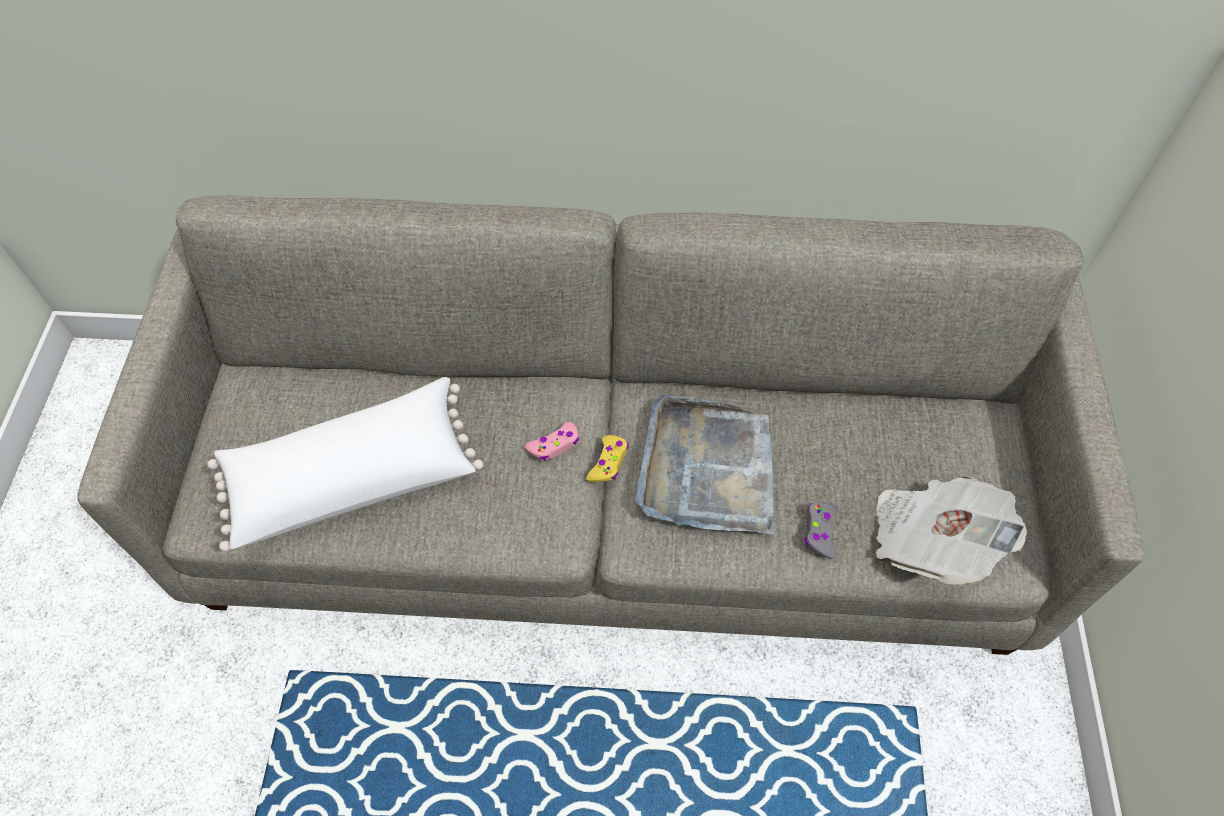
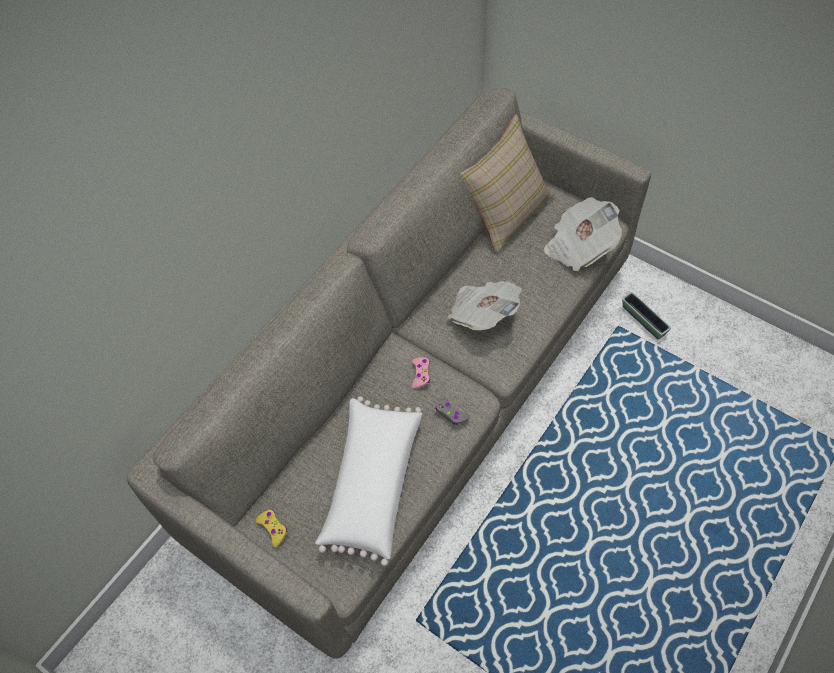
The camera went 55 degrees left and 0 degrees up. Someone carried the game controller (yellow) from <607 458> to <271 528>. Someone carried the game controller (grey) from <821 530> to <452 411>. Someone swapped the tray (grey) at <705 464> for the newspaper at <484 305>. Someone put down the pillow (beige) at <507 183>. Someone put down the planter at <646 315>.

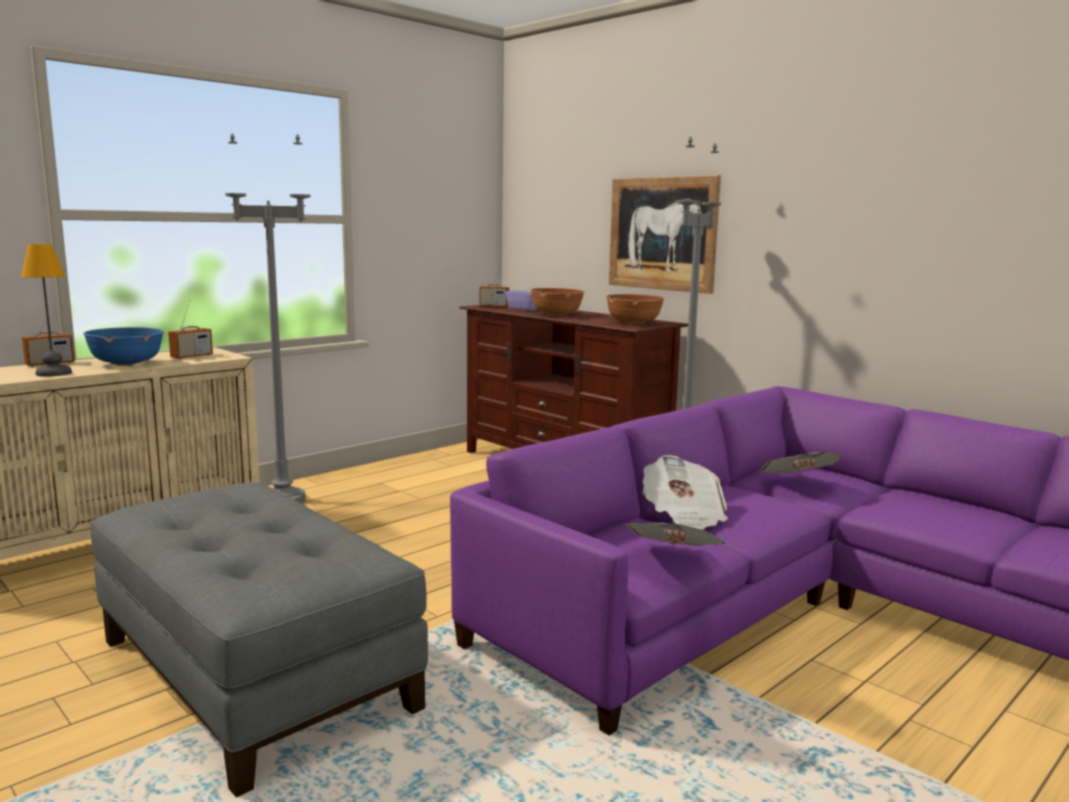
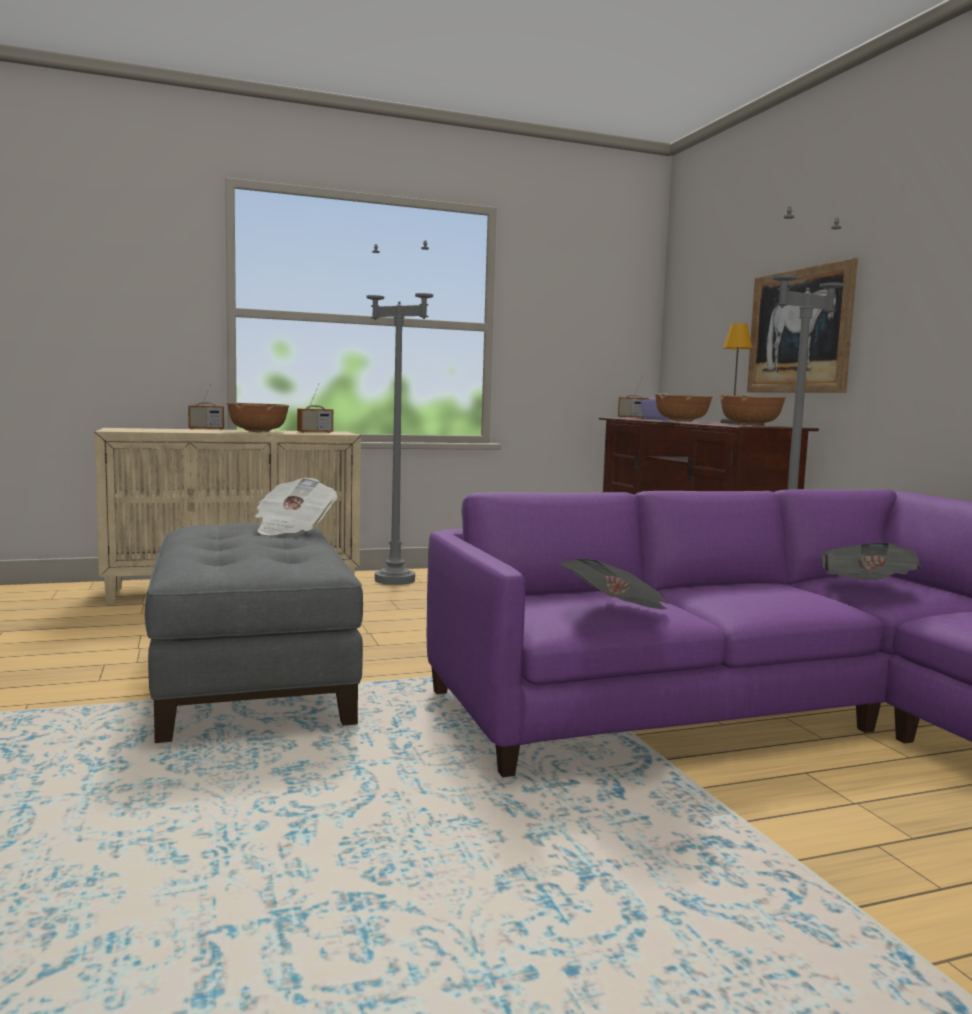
The camera went 25 degrees right and 5 degrees down. Someone repainted the bowl (blue) at <123 346>, which became the bowl (brown) at <258 417>. Someone carried the newspaper from <685 492> to <296 506>. Someone carried the table lamp from <46 310> to <736 373>.

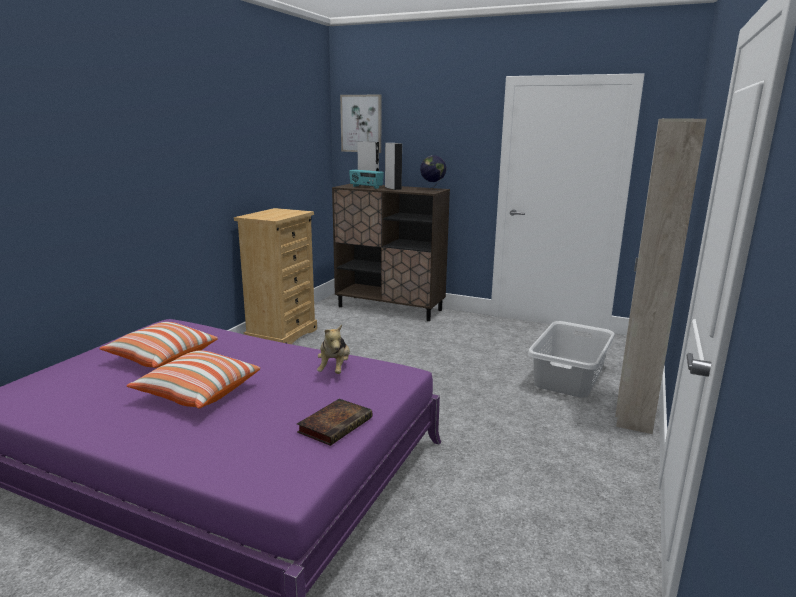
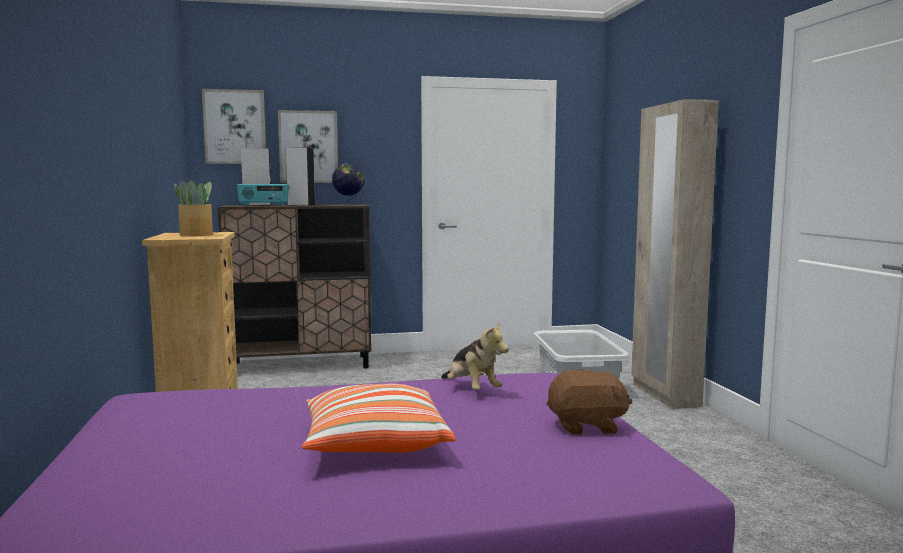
The camera went 35 degrees left and 10 degrees down. Someone put down the potted plant at <193 208>. Someone put up the picture at <308 146>. Someone swapped the book at <334 422> for the plush toy (brown) at <589 402>. Someone took away the pillow at <158 345>.

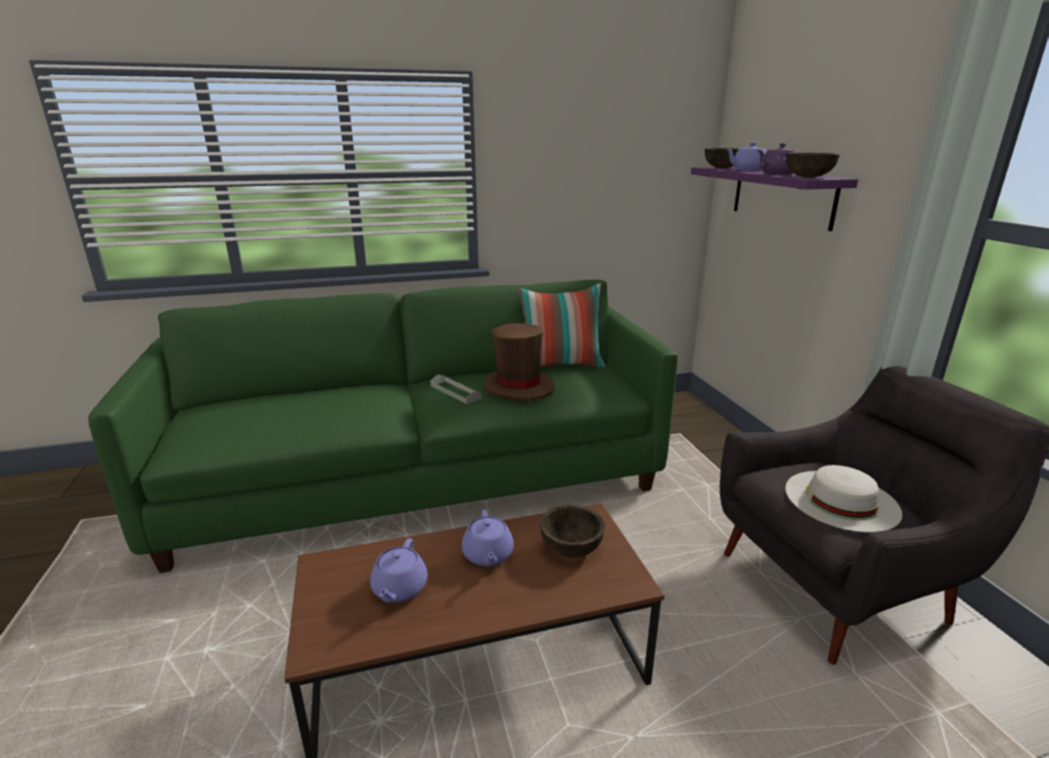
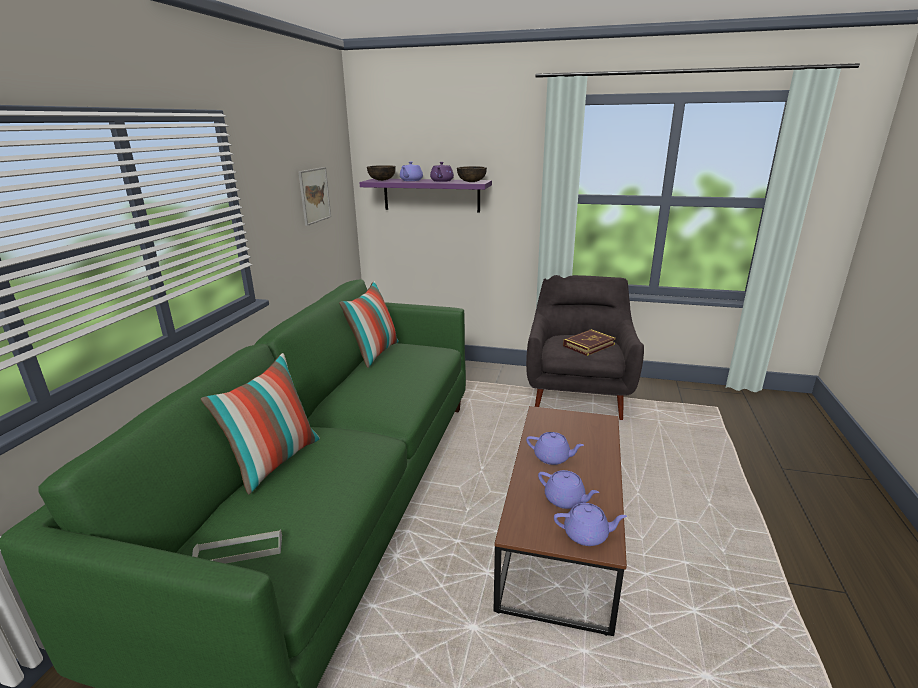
The camera went 60 degrees left and 0 degrees up. Someone carried the tray (grey) from <455 389> to <237 546>. Someone put down the pillow at <260 424>. Someone put up the picture at <314 196>. Someone put down the teapot (purple) at <590 524>. Someone swapped the hat (white) at <843 498> for the book at <589 342>. Someone took away the hat (brown) at <519 362>. Someone took away the bowl (brown) at <572 531>.

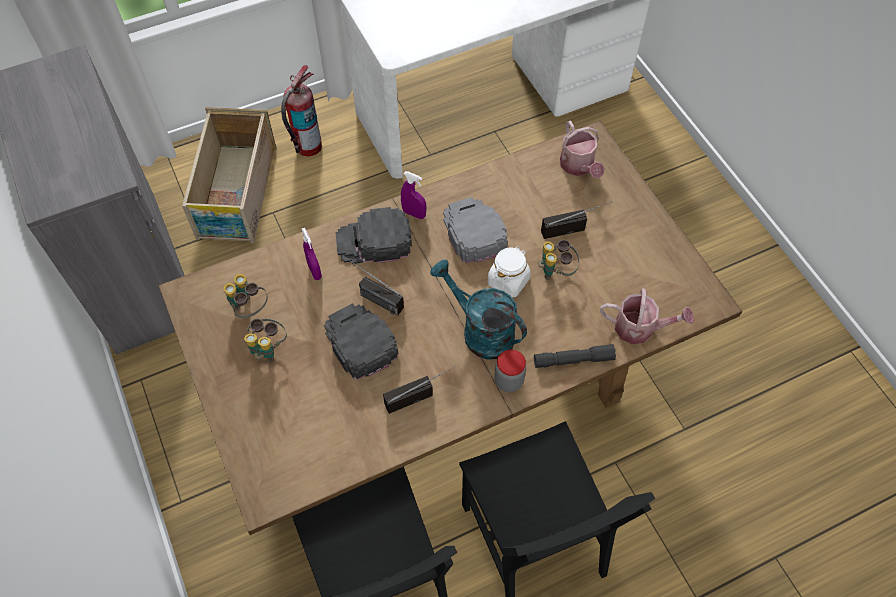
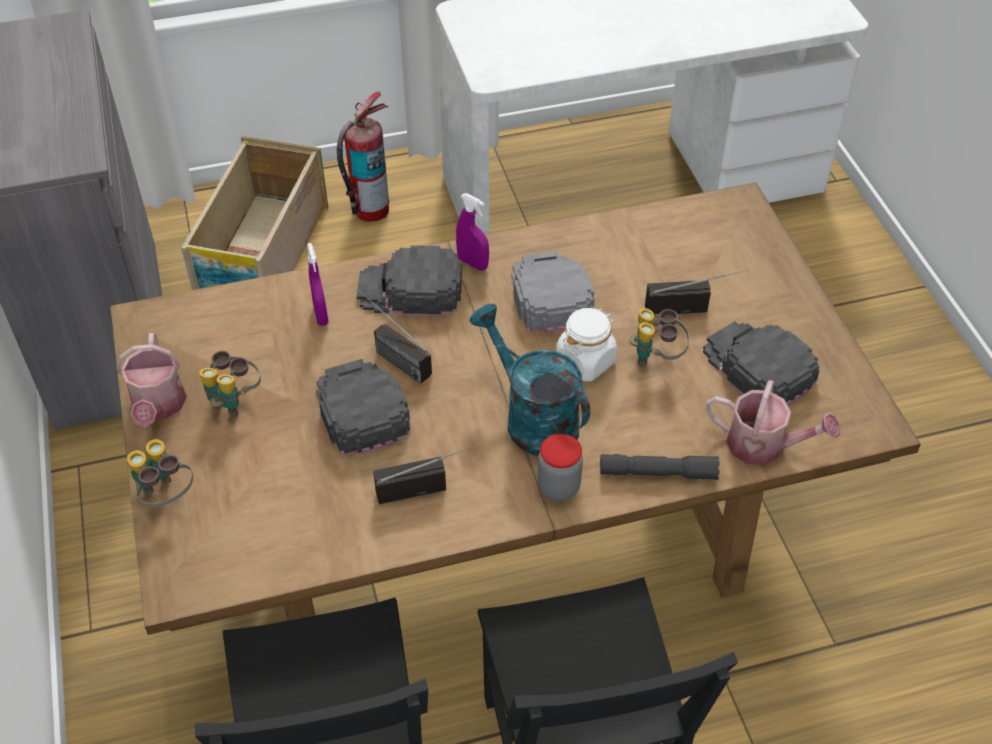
The camera went 10 degrees right and 10 degrees down. Someone carried the watering can from <582 150> to <152 380>. Someone carried the binoculars from <245 296> to <160 473>. Someone put down the cap (black) at <761 363>.

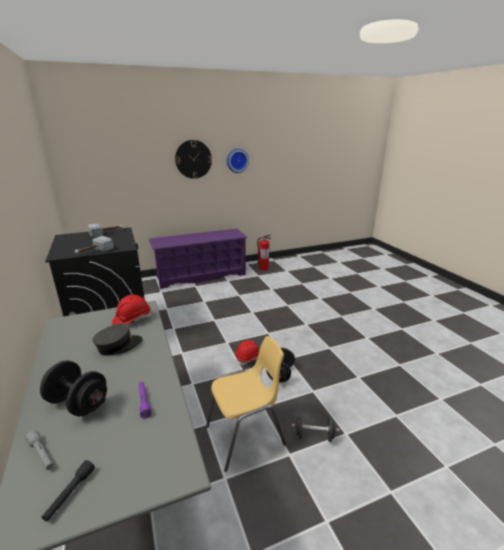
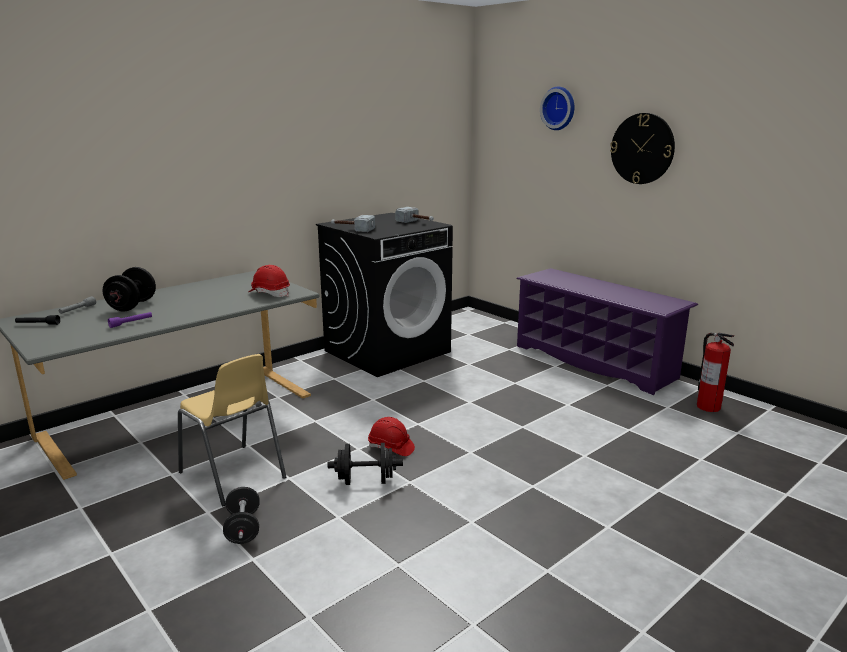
The camera went 70 degrees right and 5 degrees down. Someone carried the wall clock from <238 161> to <557 108>. Someone took away the cap (grey) at <118 339>.

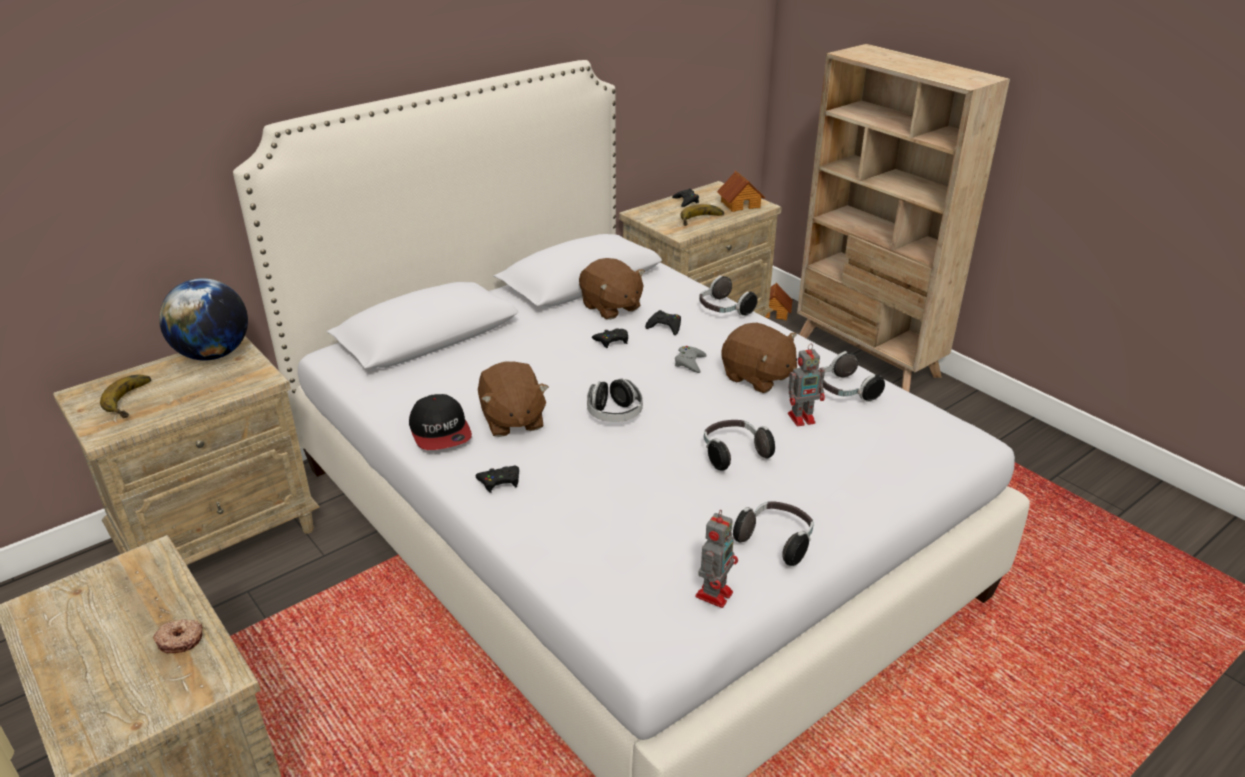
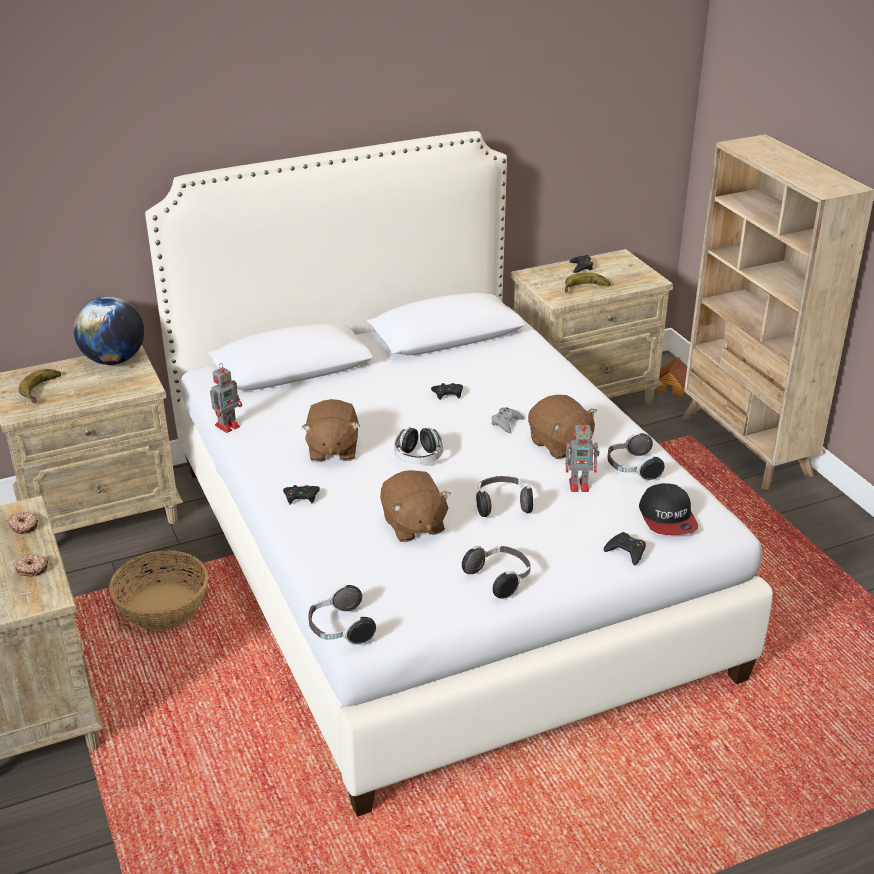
The camera went 15 degrees right and 0 degrees up. Someone put down the donut at <23 522>. Someone put down the basket at <158 590>. Someone carried the toy robot from <716 559> to <226 398>. Someone carried the headphones from <728 296> to <342 614>. Someone carried the plush toy (brown) from <612 289> to <415 506>. Someone carried the game controller (black) from <663 322> to <625 548>. Someone carried the cap from <440 422> to <668 509>. Someone took away the toy house at <741 191>.

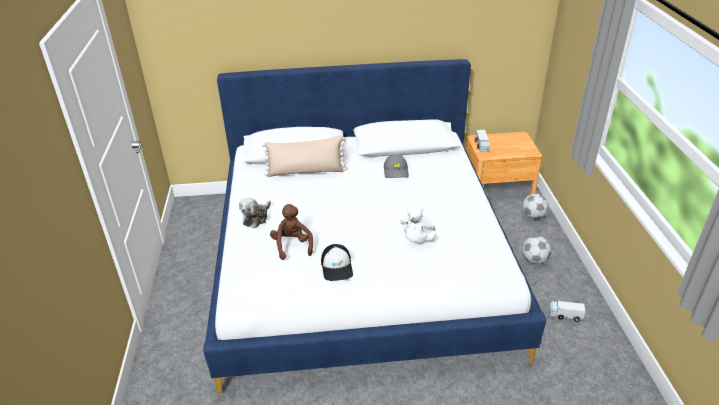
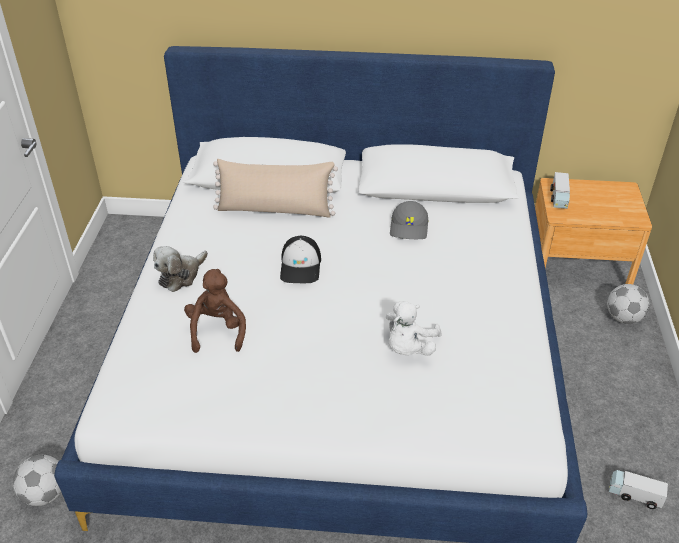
The camera went 10 degrees right and 5 degrees up. Someone carried the football from <536 250> to <37 480>. Someone carried the cap from <337 262> to <300 259>.

